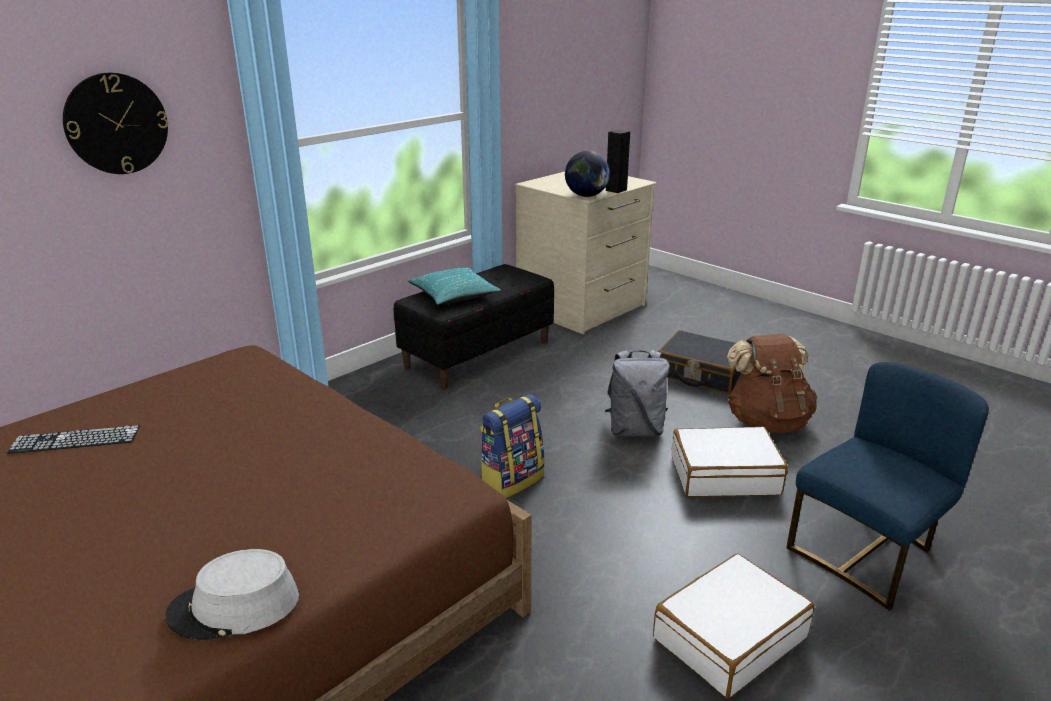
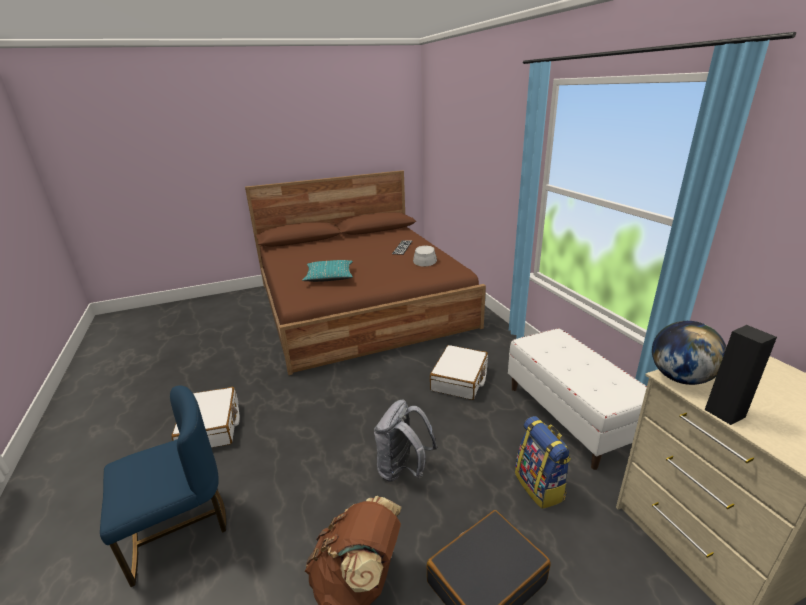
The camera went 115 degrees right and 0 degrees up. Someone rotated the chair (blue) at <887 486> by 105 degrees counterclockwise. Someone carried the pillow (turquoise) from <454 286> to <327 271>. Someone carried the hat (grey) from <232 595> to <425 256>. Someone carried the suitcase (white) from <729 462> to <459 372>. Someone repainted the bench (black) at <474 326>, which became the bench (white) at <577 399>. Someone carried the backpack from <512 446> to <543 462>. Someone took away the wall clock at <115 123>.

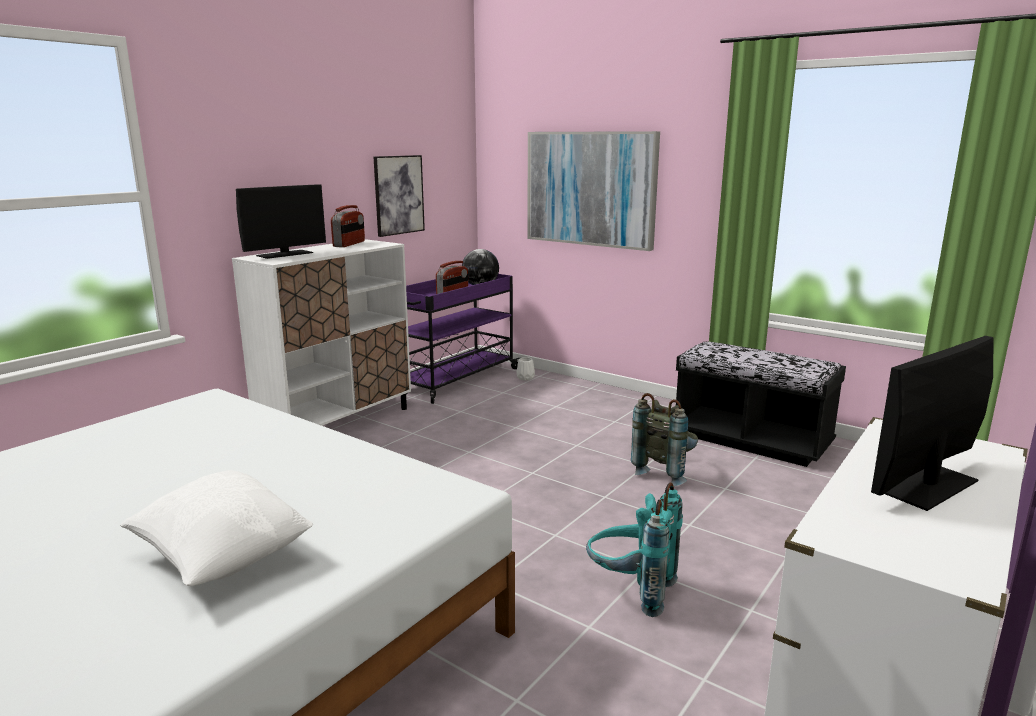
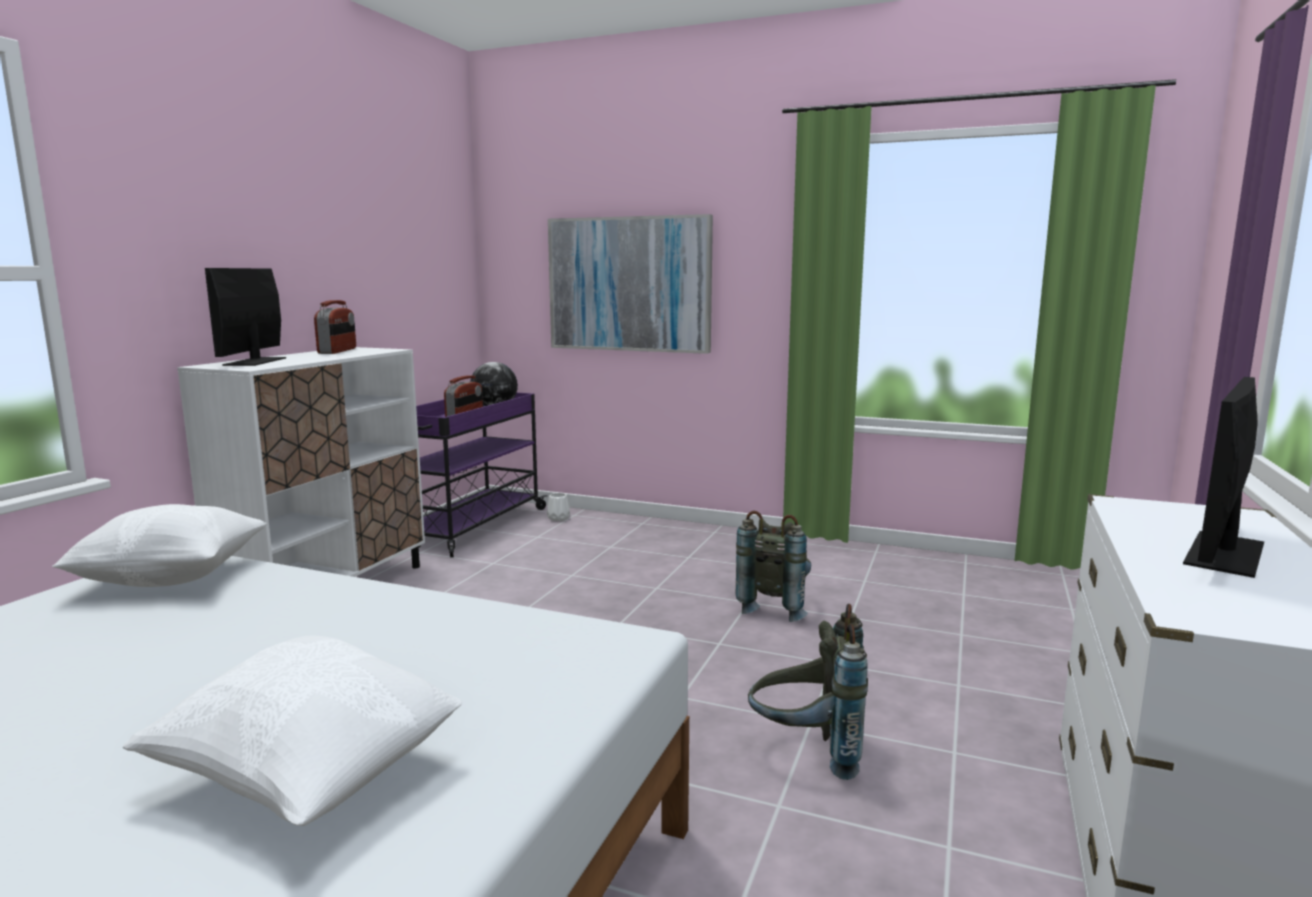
The camera went 15 degrees left and 5 degrees down. Someone put down the pillow (white) at <159 545>. Someone rotated the monitor at <281 221> by 150 degrees clockwise. Someone repainted the backpack (turquoise) at <634 550>, which became the backpack (grey) at <808 692>. Someone took away the picture at <399 196>. Someone took away the bench (black) at <761 404>.

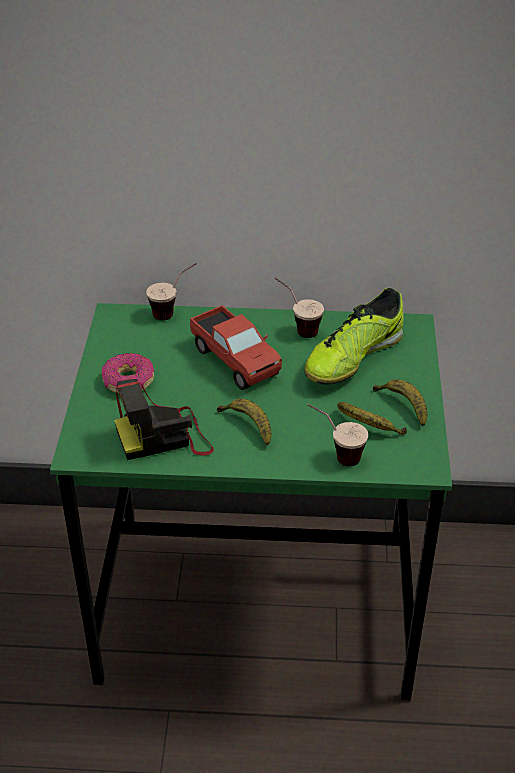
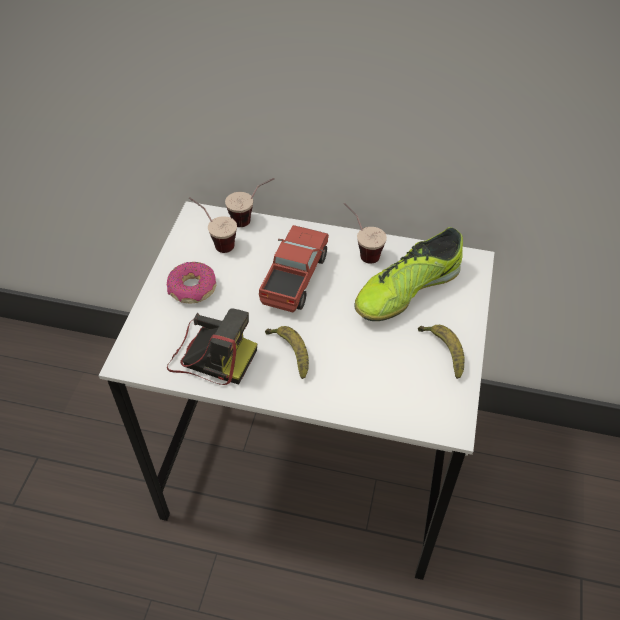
The camera went 10 degrees right and 10 degrees up. Someone repainted the desk (green) at <251 501>, which became the desk (white) at <296 390>. Someone rotated the photo camera at <164 419> by 150 degrees counterclockwise. Someone carried the cup from <337 435> to <213 225>. Someone rotated the toy truck at <236 347> by 135 degrees counterclockwise. Someone took away the banana at <372 418>.

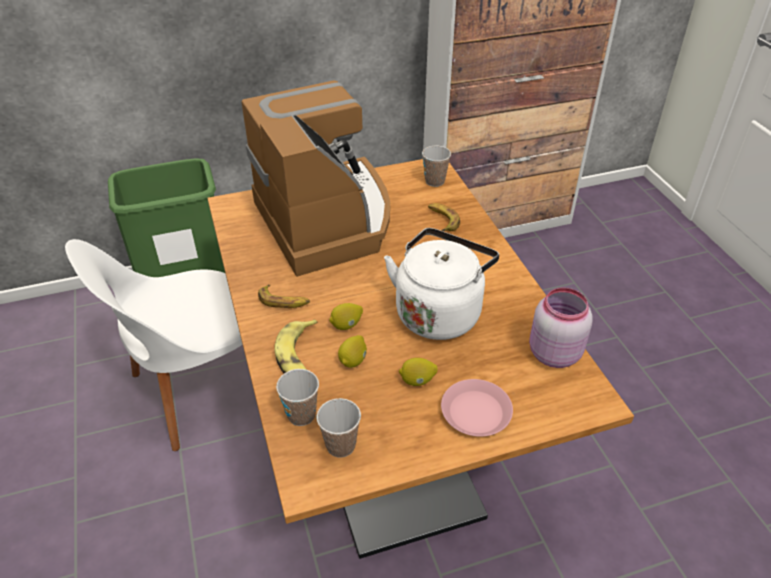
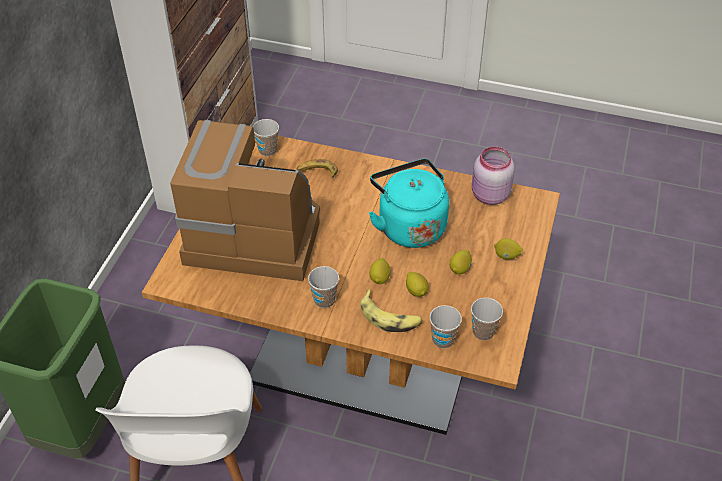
The camera went 55 degrees left and 5 degrees up. Someone swapped the banana at <284 296> for the cup at <323 287>. Someone repainted the kettle (white) at <441 284>, which became the kettle (turquoise) at <409 203>. Someone swapped the plate (pink) at <477 408> for the lemon at <508 249>.

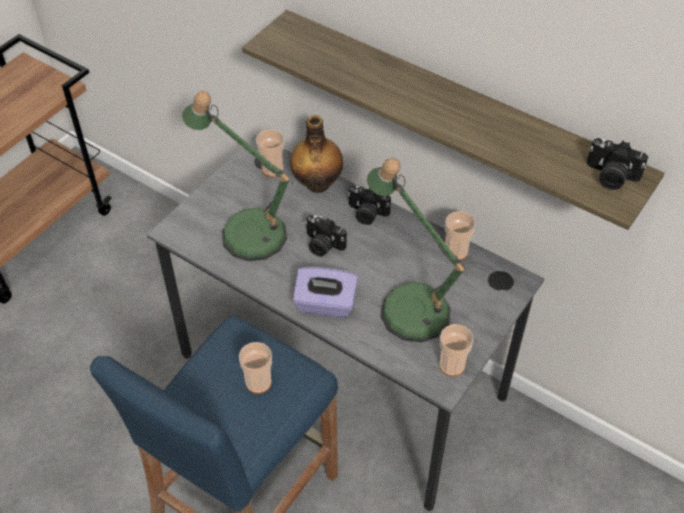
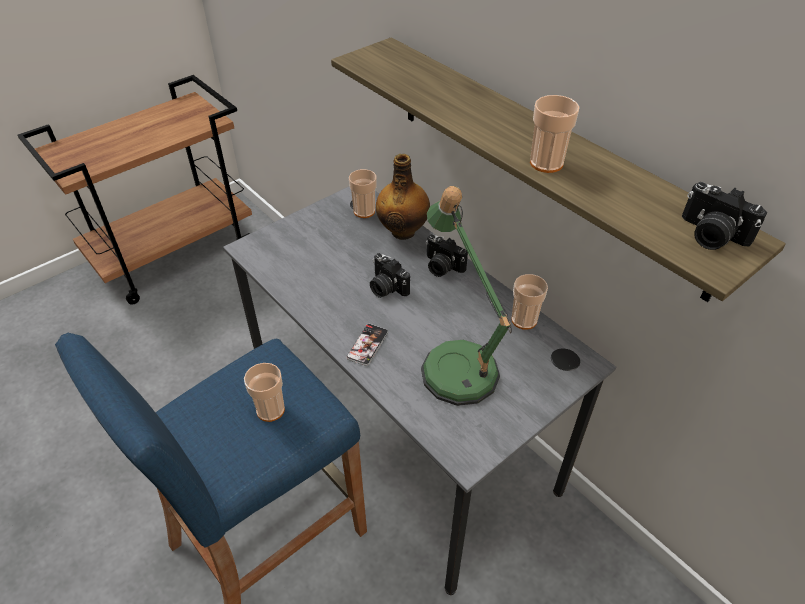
The camera went 15 degrees right and 5 degrees down. Someone swapped the tissue box (purple) at <325 292> for the phone at <367 345>. Someone carried the cup from <456 350> to <555 134>. Someone took away the table lamp at <237 176>.

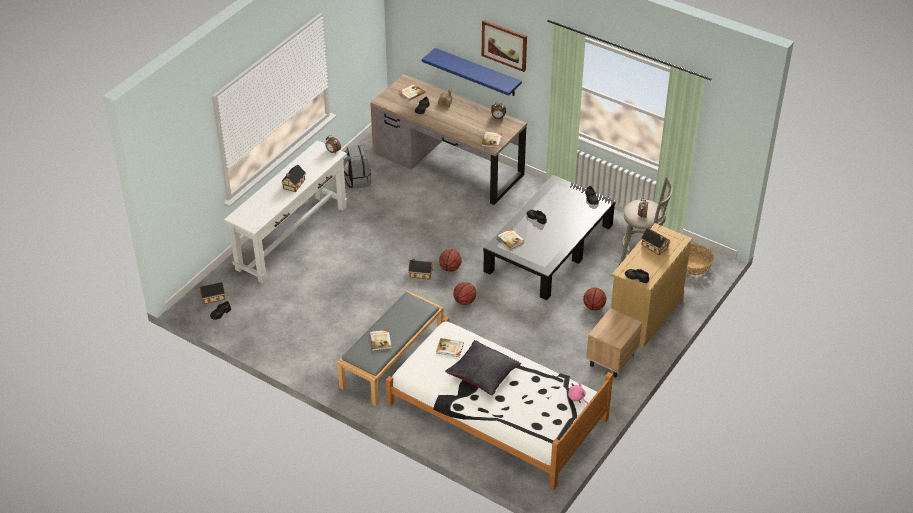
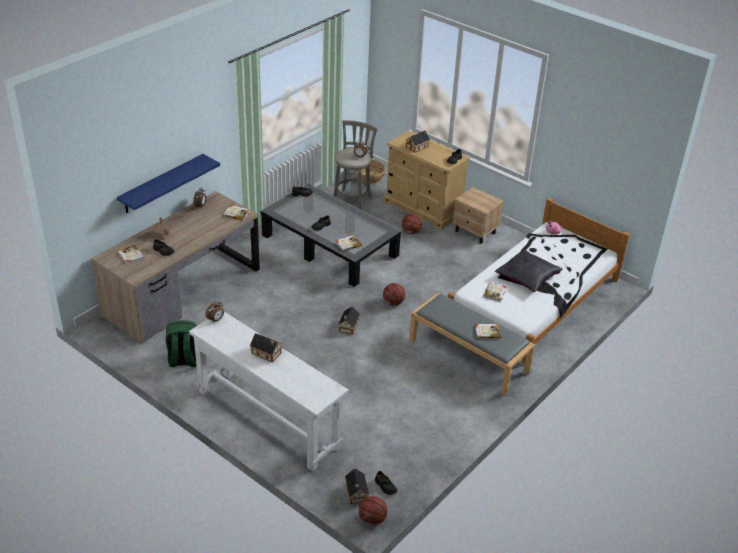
The camera went 85 degrees left and 5 degrees down. Someone repainted the backpack (grey) at <357 167>, which became the backpack (green) at <181 343>. Someone carried the basketball from <450 260> to <373 510>. Someone took away the picture at <504 46>.

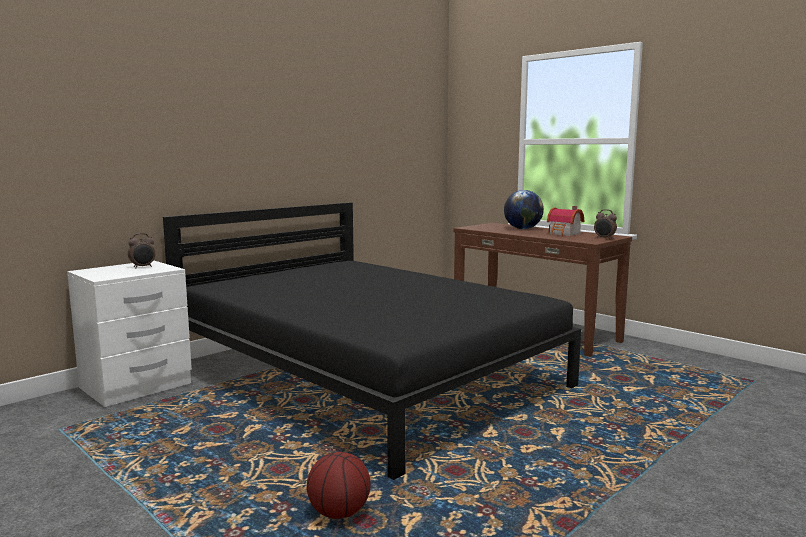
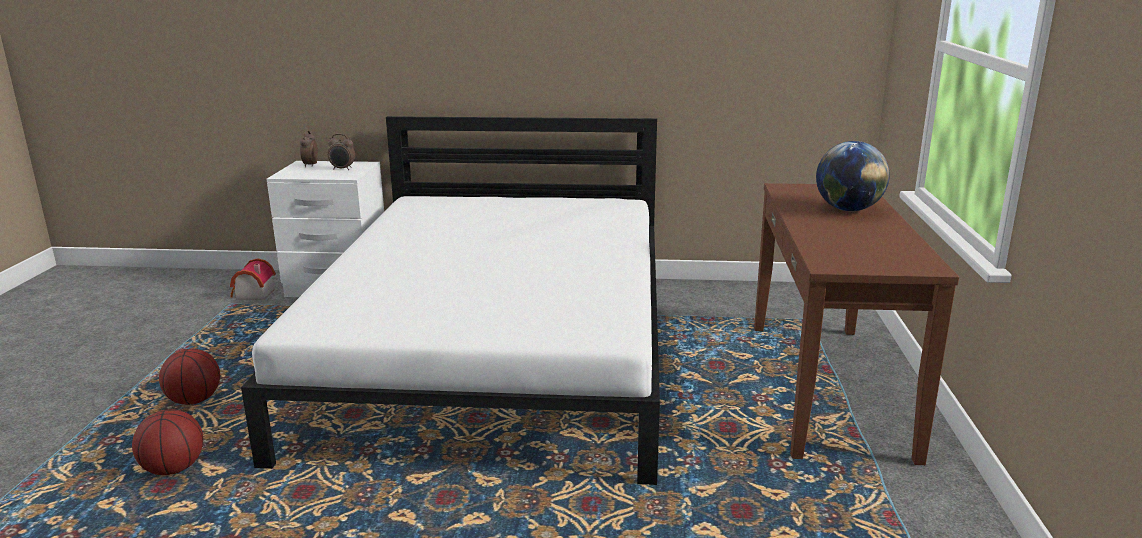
The camera went 50 degrees right and 10 degrees up. Someone put down the basketball at <189 376>. Someone carried the toy house from <565 221> to <253 279>. Someone repainted the bed (black) at <372 341>, which became the bed (white) at <450 300>. Someone carried the alarm clock from <605 224> to <309 148>.

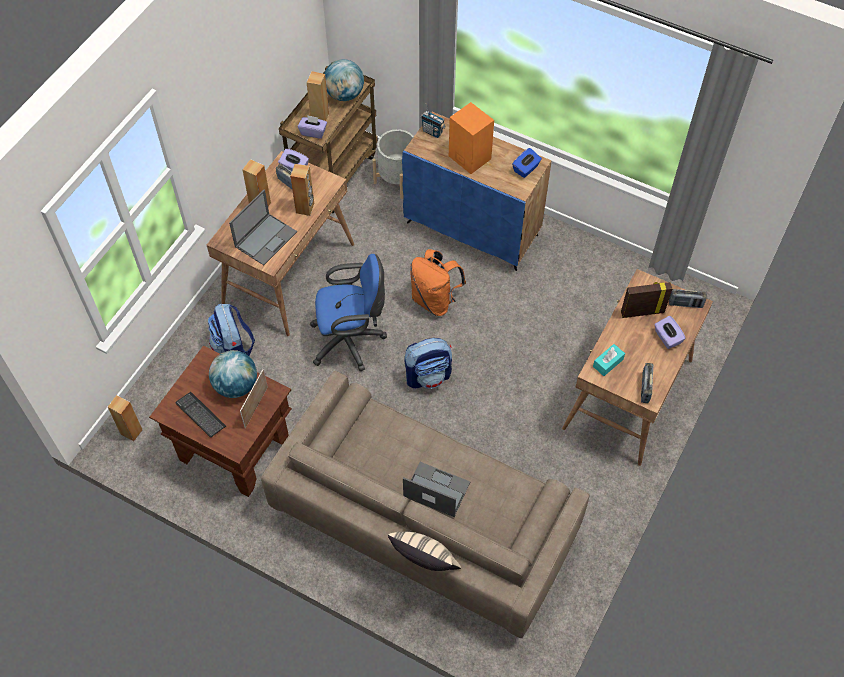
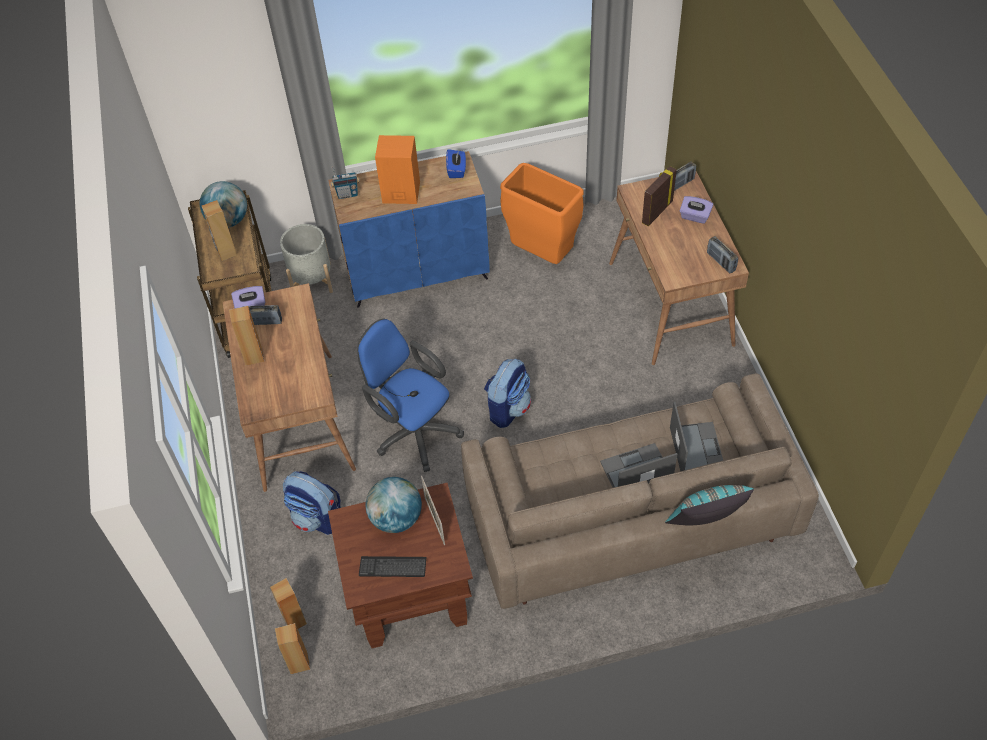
The camera went 40 degrees left and 5 degrees down. Someone carried the speaker (brown) from <302 190> to <288 603>. Someone rotated the office chair (blue) at <348 312> by 90 degrees counterclockwise. Someone put down the trash can (orange) at <542 213>. Someone repainted the pillow (beige) at <424 551>, which became the pillow (turquoise) at <709 505>. Someone carried the laptop from <263 227> to <696 436>. Someone took away the tissue box (purple) at <312 127>. Someone took away the backpack (orange) at <438 282>. Someone took away the tissue box (turquoise) at <609 360>.

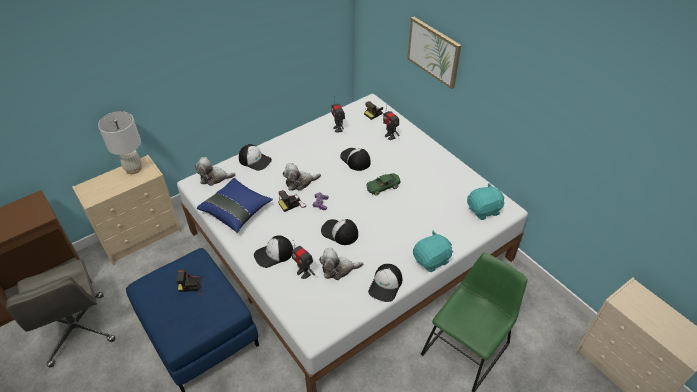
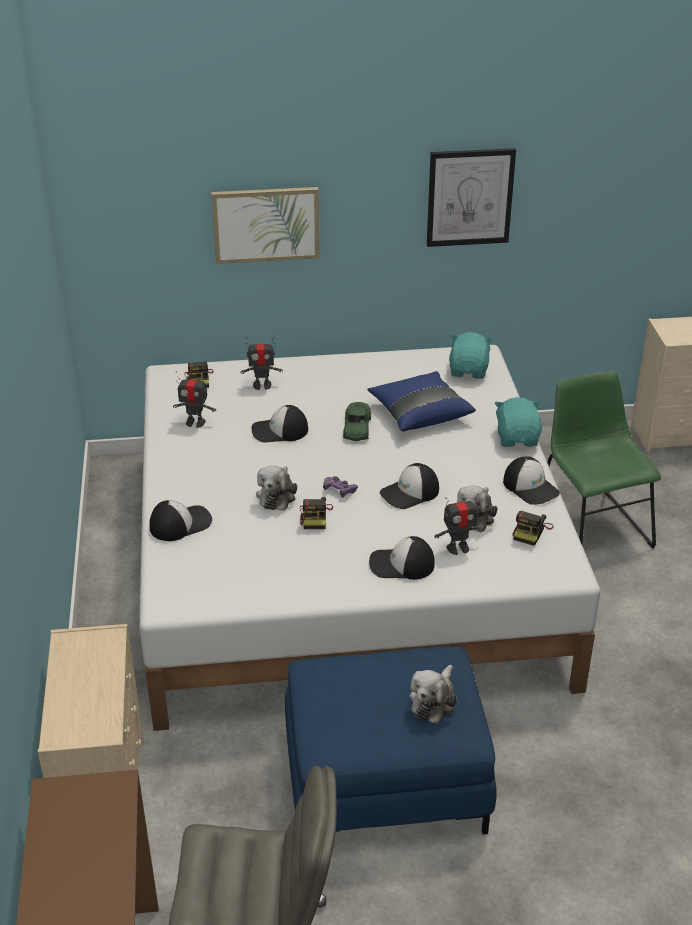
The camera went 60 degrees left and 10 degrees down. Someone carried the pillow (blue) from <235 205> to <421 401>. Someone rotated the cap at <273 251> by 90 degrees clockwise. Someone carried the plush toy from <215 171> to <433 694>. Someone put up the picture at <471 197>. Someone carried the photo camera from <191 282> to <533 528>. Someone took away the table lamp (white) at <120 142>.

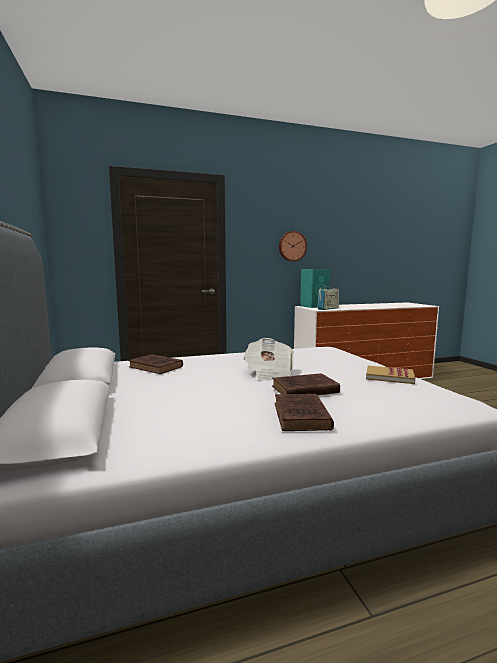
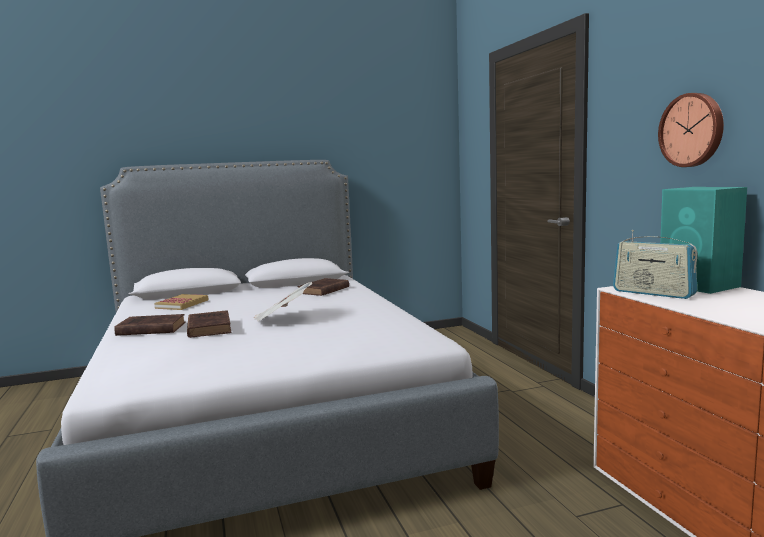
The camera went 90 degrees right and 0 degrees up. Someone carried the book from <390 375> to <181 302>.

